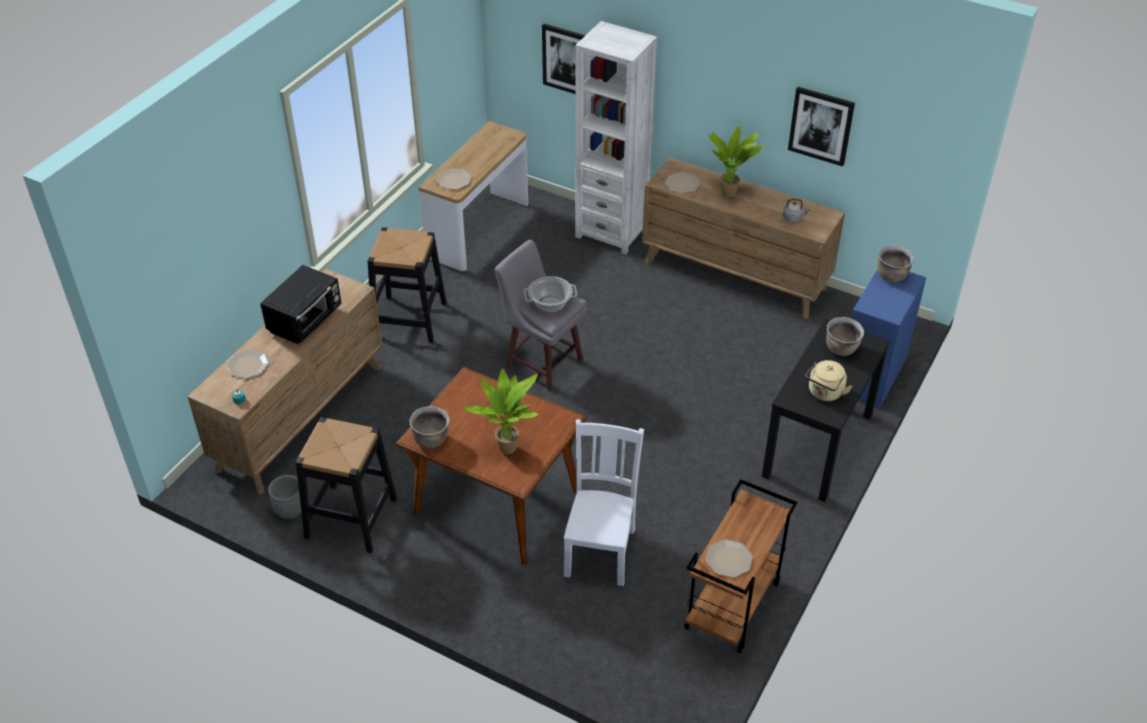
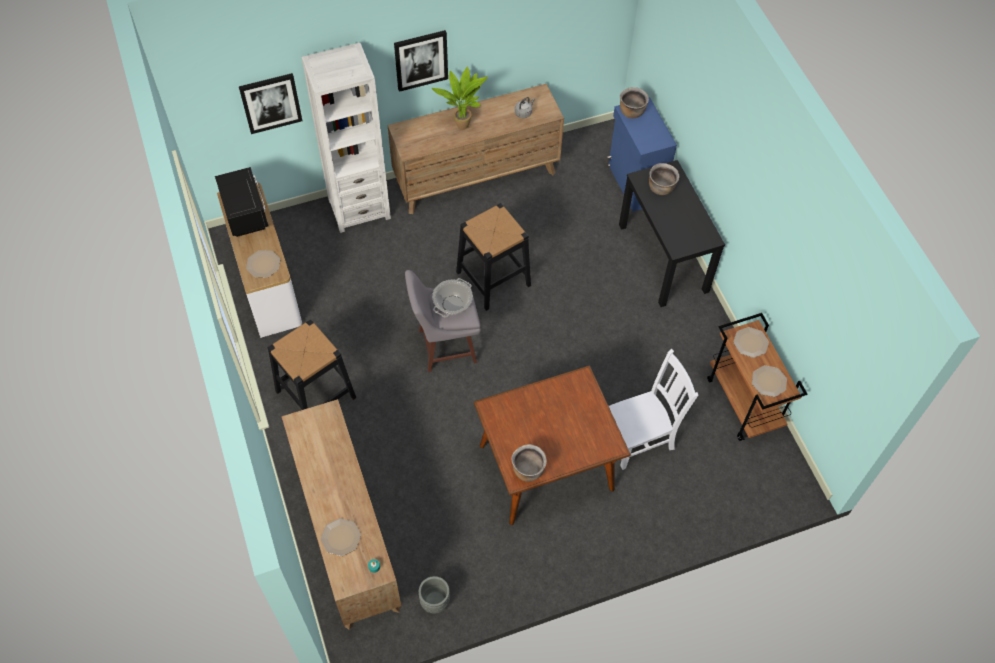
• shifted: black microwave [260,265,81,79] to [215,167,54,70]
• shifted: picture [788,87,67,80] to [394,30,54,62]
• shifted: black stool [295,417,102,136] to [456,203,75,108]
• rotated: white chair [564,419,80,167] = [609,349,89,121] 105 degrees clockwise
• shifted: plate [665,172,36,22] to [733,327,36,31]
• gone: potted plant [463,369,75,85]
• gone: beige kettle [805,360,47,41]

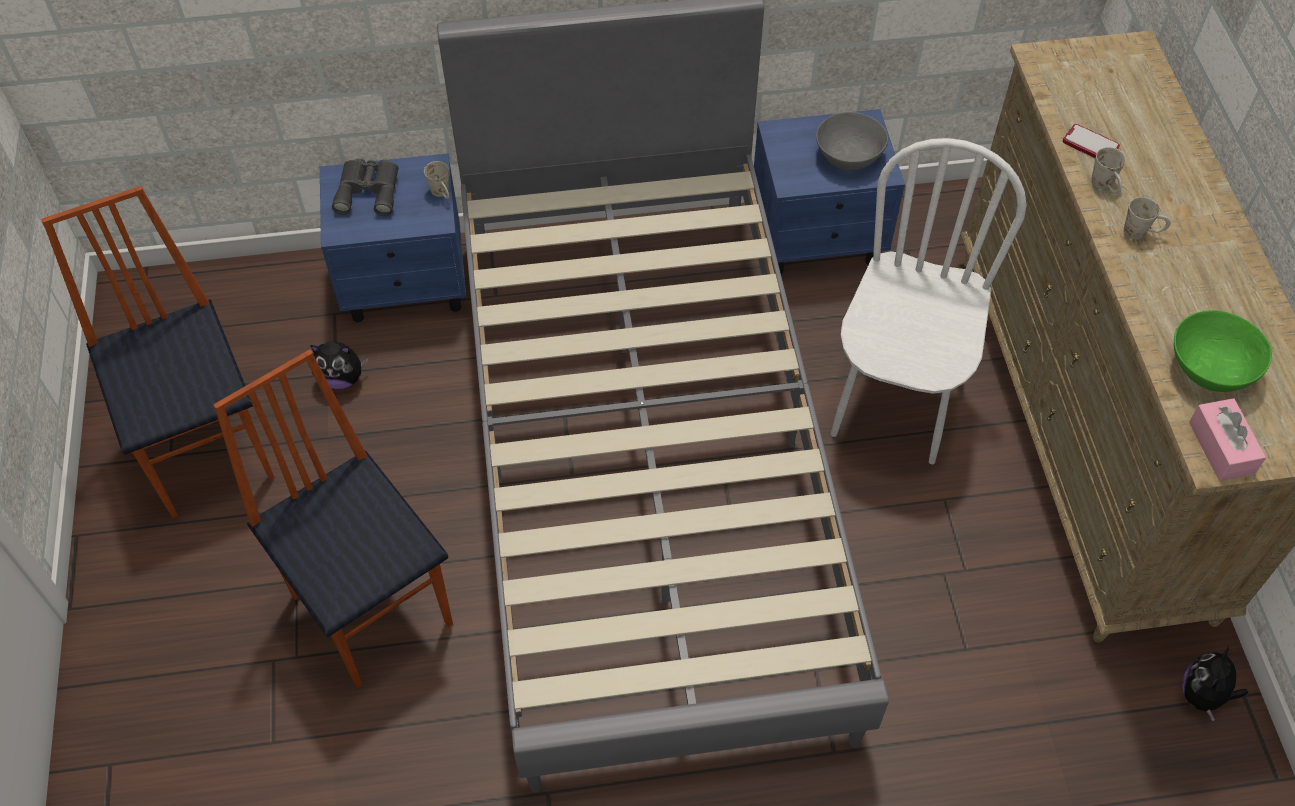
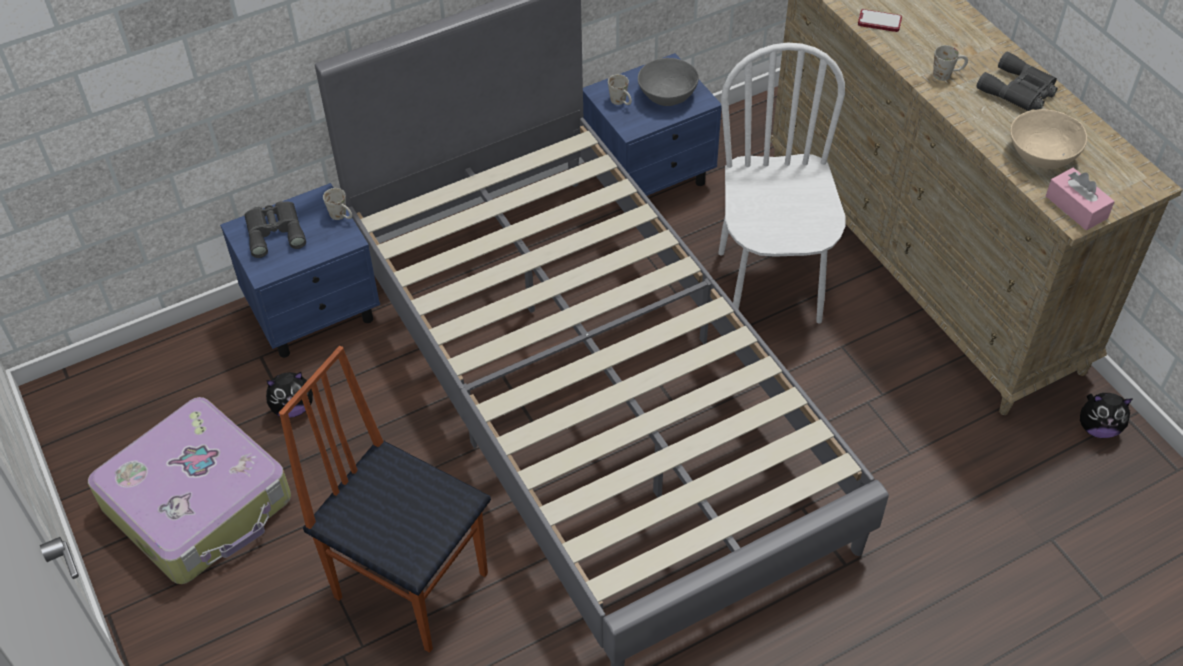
• swapped: chair [41,186,234,332] to suitcase [88,397,203,187]
• shifted: white mug [1091,147,35,47] to [608,74,24,31]
• new: grey binoculars [976,52,82,59]
• repainted: green bowl [1174,310,98,82] to beige bowl [1010,109,77,60]
• rotated: plush toy [1182,647,66,74] = [1080,393,52,45] 90 degrees counterclockwise

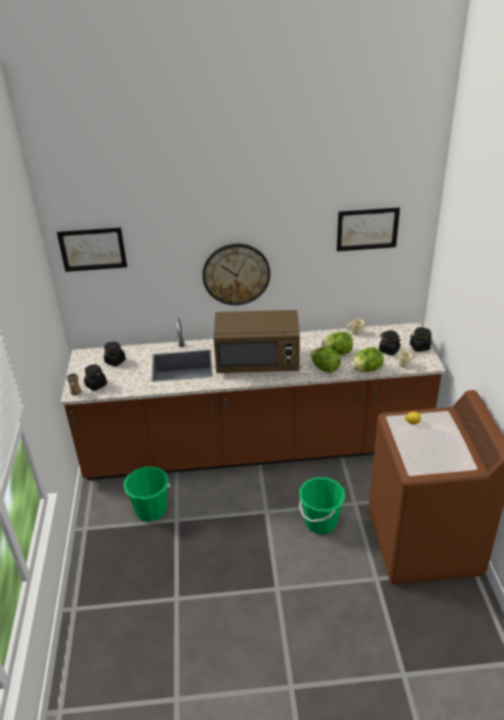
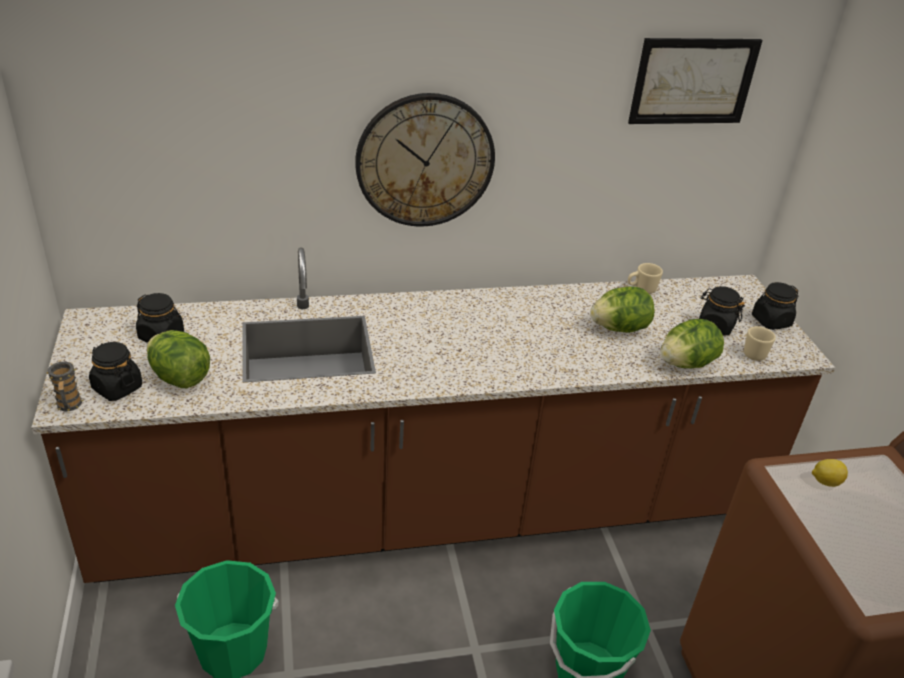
• shifted: lettuce [311,347,30,26] to [147,330,63,58]
• gone: picture [57,227,70,45]
• gone: brown microwave [213,310,87,63]

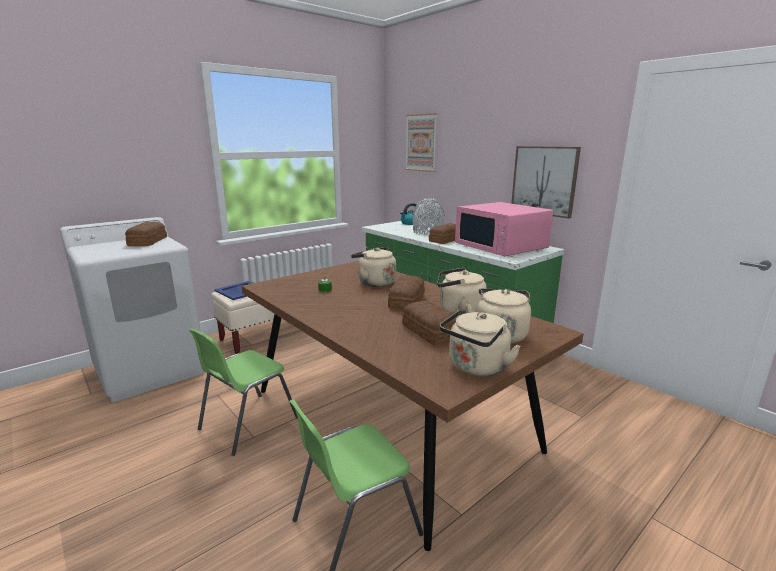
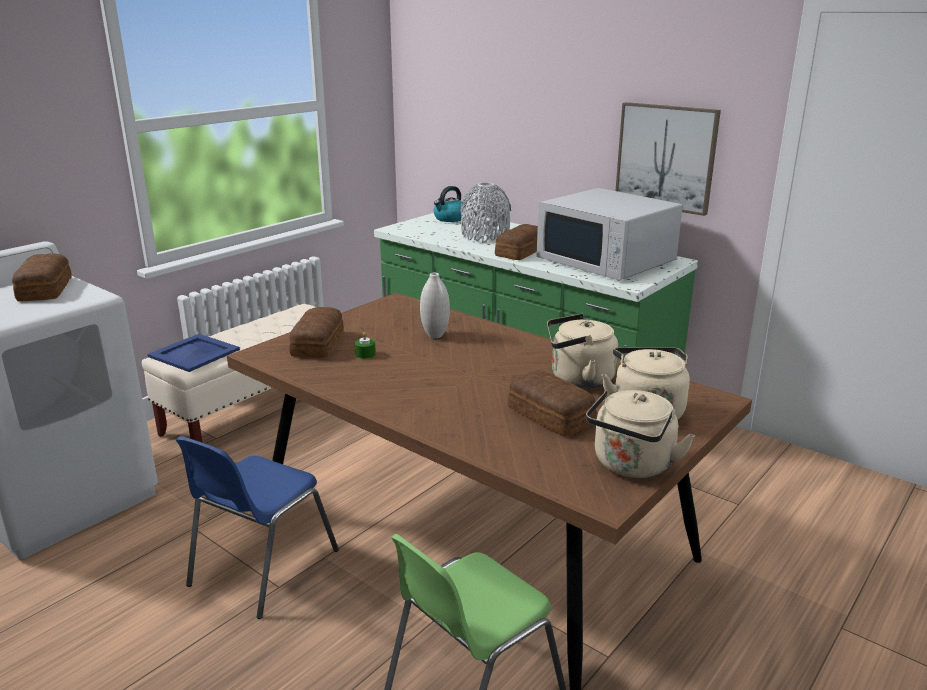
• repainted: green chair [189,328,109,128] to blue chair [176,436,163,183]
• shifted: bread [388,276,37,34] to [289,307,55,51]
• swapped: beige kettle [351,247,45,40] to white vase [420,273,30,65]
• repainted: pink microwave [455,202,98,54] to white microwave [537,188,146,93]
• gone: picture [405,113,32,59]

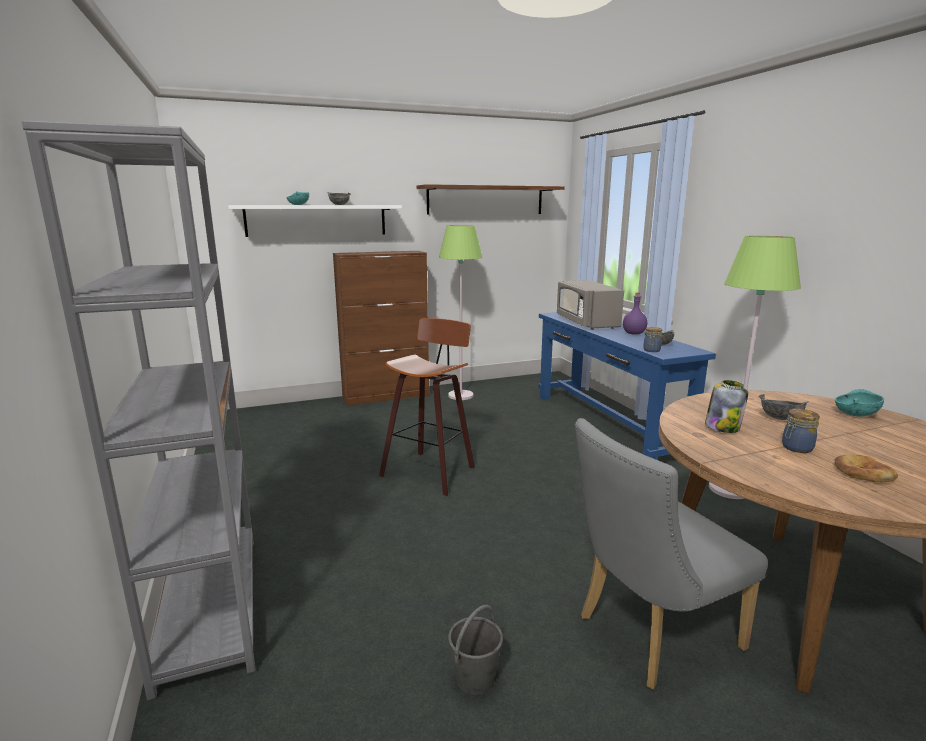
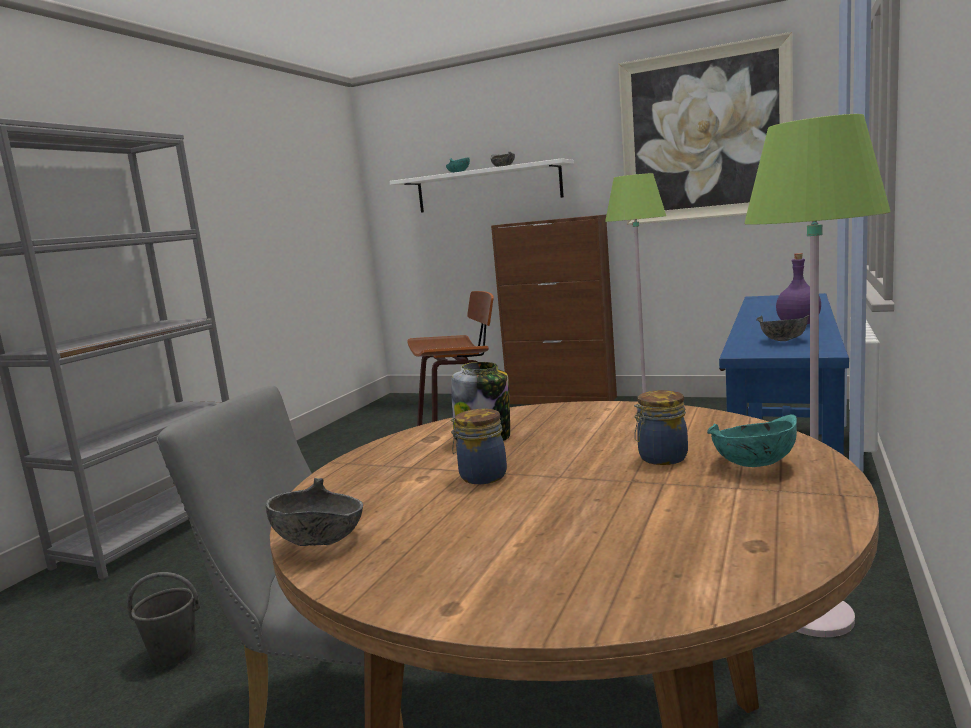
• shifted: grey bowl [758,394,50,26] to [266,478,97,68]
• swapped: brown shelf [416,184,149,31] to picture [618,32,175,193]
• shifted: jar [643,327,19,25] to [634,390,54,75]
• gone: grey microwave [557,280,67,50]
• gone: bread [835,455,63,27]

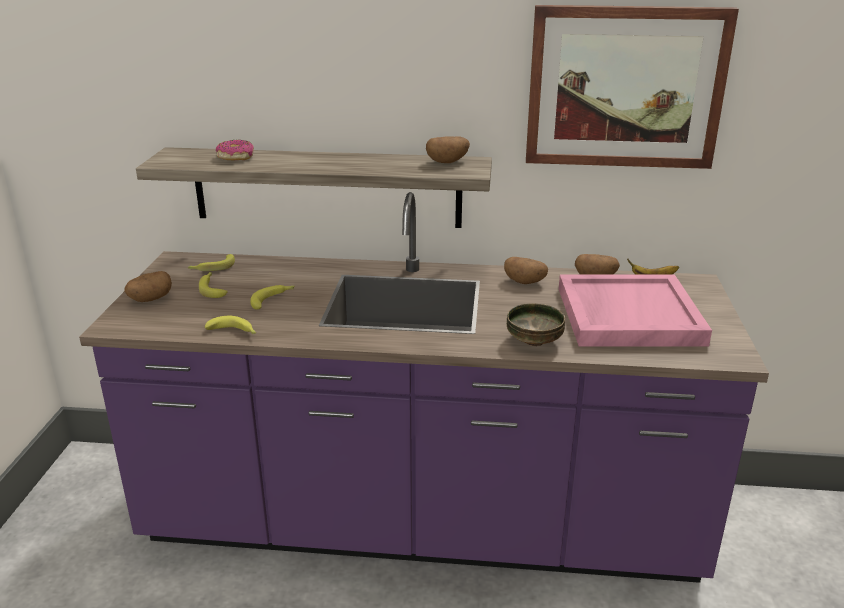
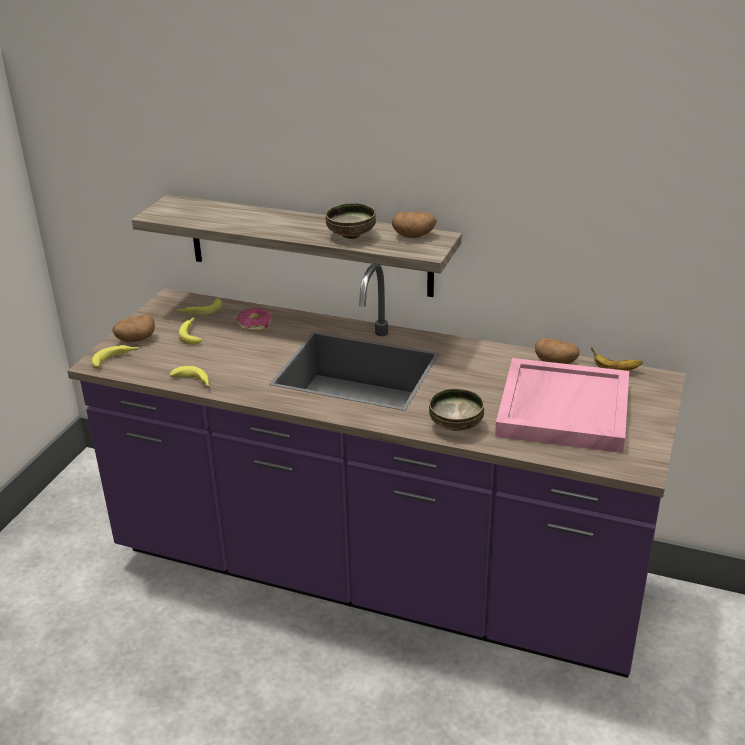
• shifted: banana [250,285,45,25] to [92,345,47,23]
• shifted: donut [216,140,38,20] to [237,308,34,23]
• new: bowl [326,203,50,36]
• gone: potato [504,257,44,27]
• gone: picture [526,5,213,164]

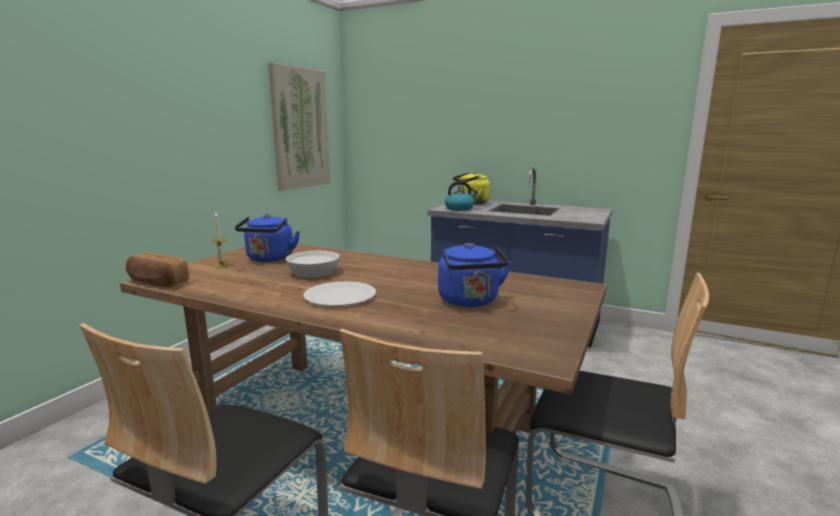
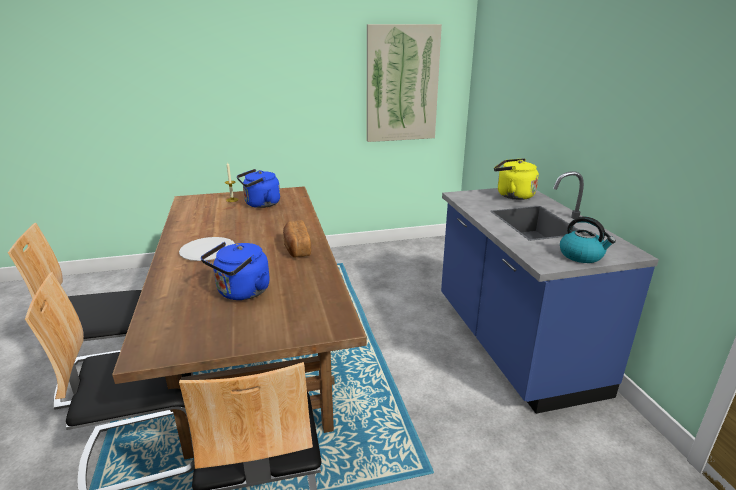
• shifted: bread [126,252,63,35] to [283,220,28,37]
• shifted: kettle [445,181,33,30] to [560,217,56,46]
• gone: white bowl [286,251,54,27]

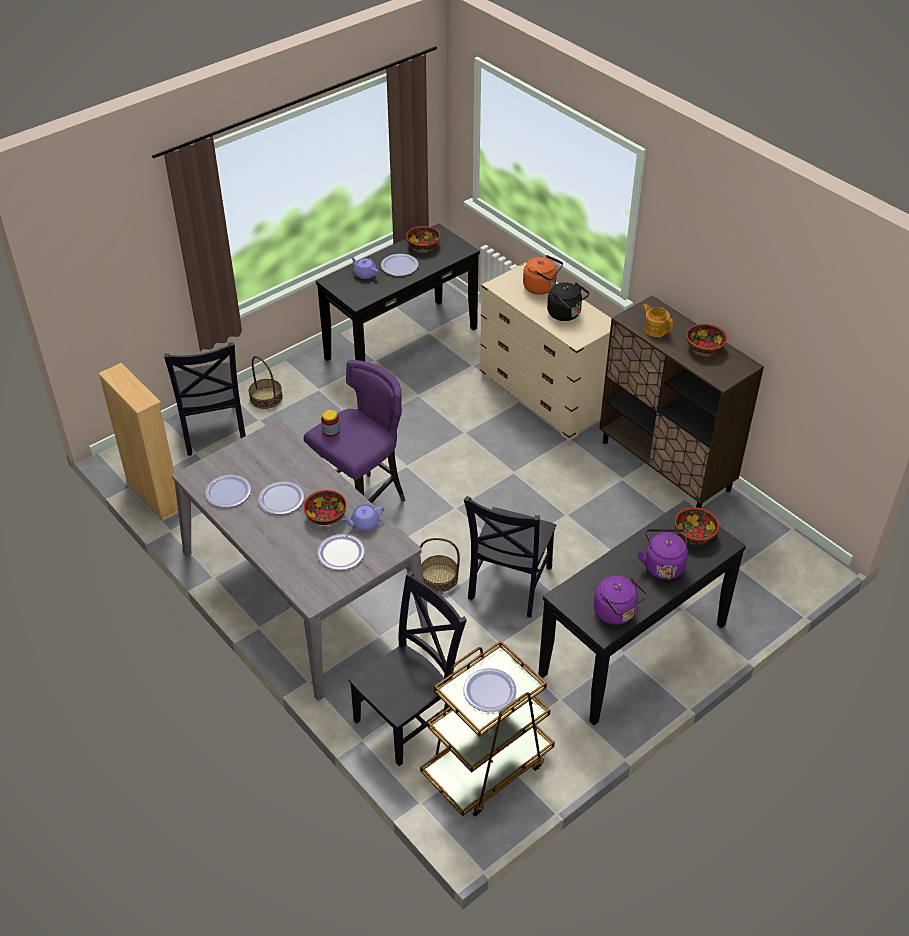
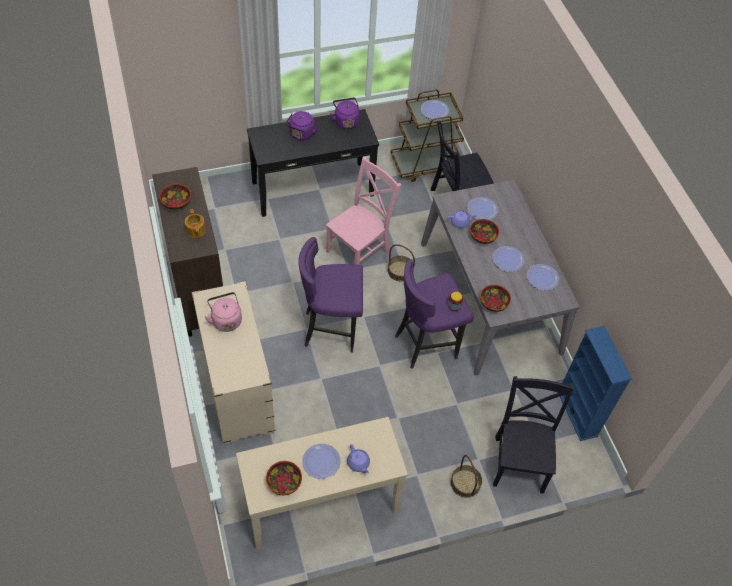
• repainted: black kettle [547,282,42,39] to pink kettle [205,292,37,40]
• repainted: black console table [316,223,164,138] to beige console table [236,417,172,133]
• new: purple stool [298,237,65,115]
• repainted: black chair [464,496,92,121] to pink chair [326,157,75,108]
• shifted: bowl [675,508,44,36] to [480,285,31,27]
• repainted: beige bookcase [98,363,80,158] to blue bookcase [560,326,72,115]
• gone: orange kettle [523,255,40,40]

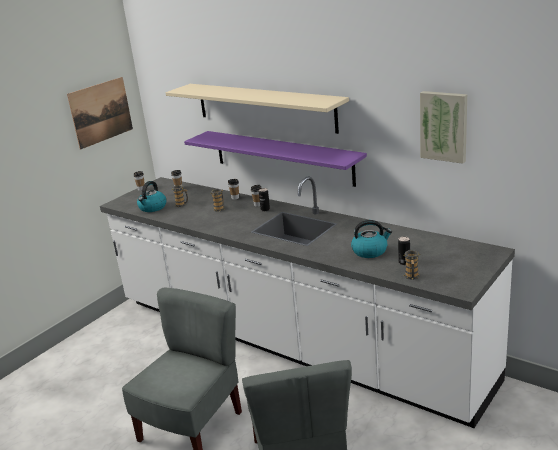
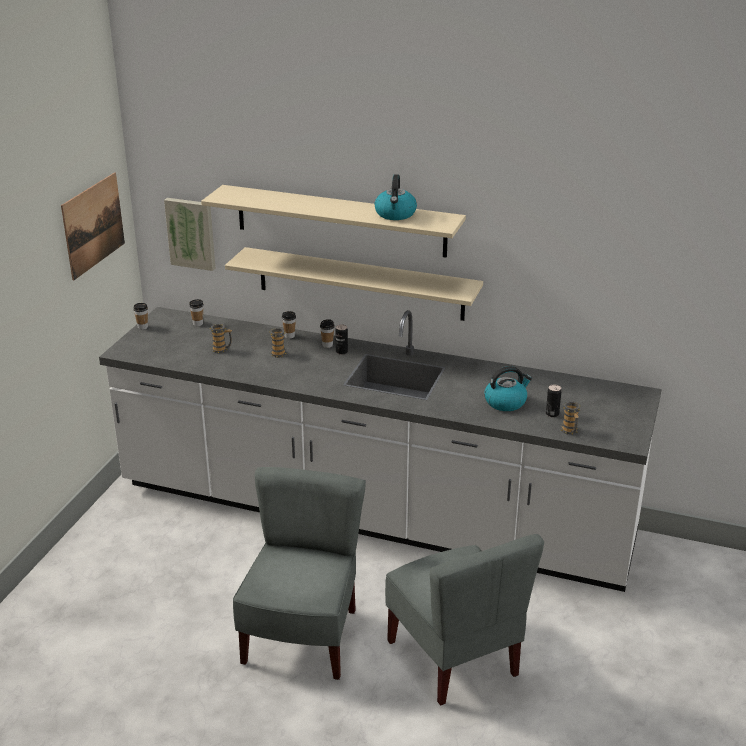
• shifted: picture [420,91,47,73] to [164,198,51,73]
• repainted: purple shelf [184,131,183,56] to beige shelf [225,247,258,74]
• shifted: kettle [137,181,30,31] to [375,174,42,46]

